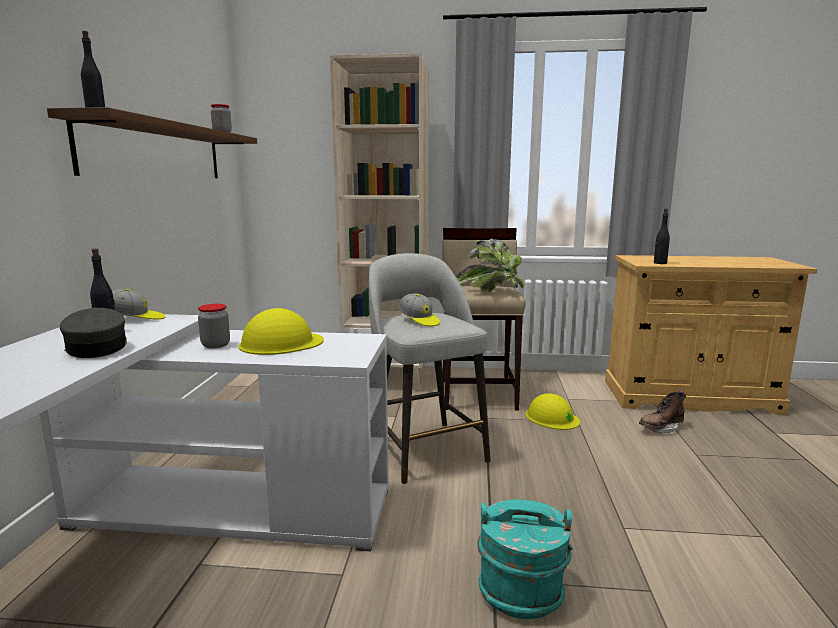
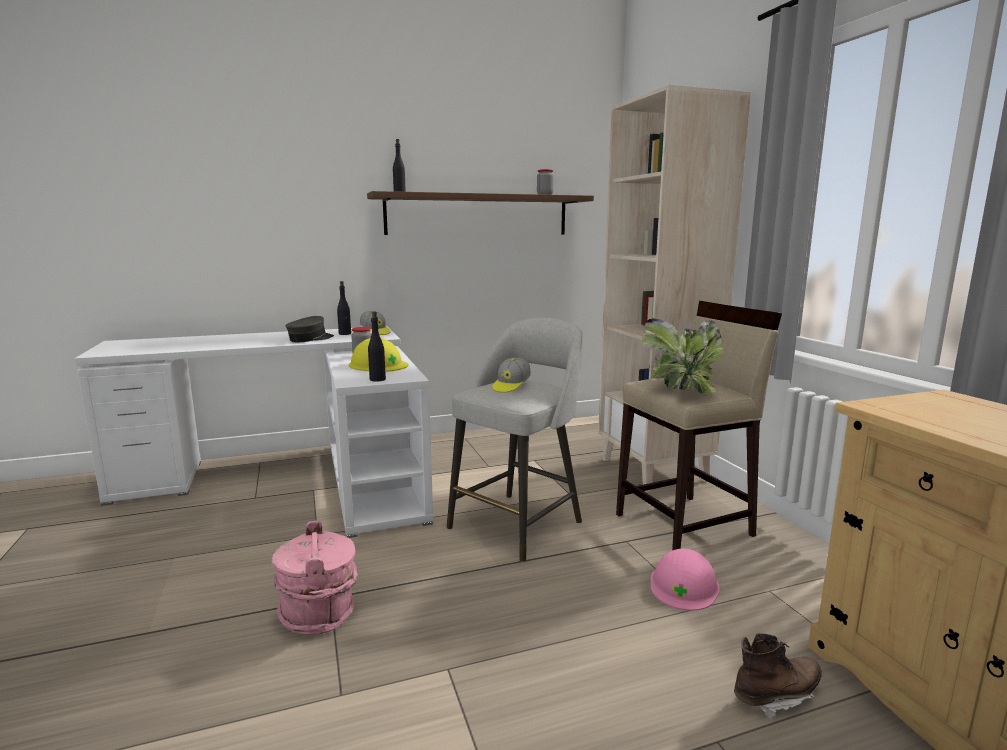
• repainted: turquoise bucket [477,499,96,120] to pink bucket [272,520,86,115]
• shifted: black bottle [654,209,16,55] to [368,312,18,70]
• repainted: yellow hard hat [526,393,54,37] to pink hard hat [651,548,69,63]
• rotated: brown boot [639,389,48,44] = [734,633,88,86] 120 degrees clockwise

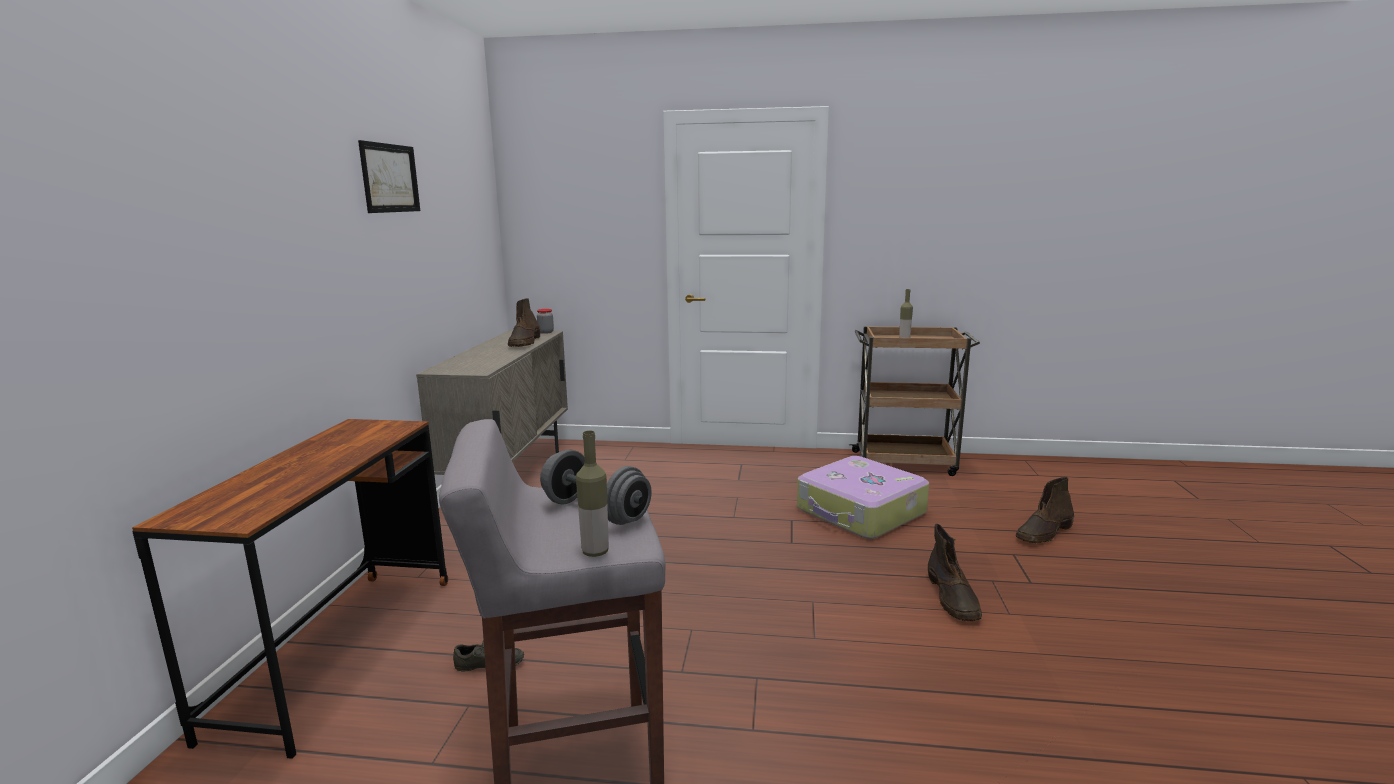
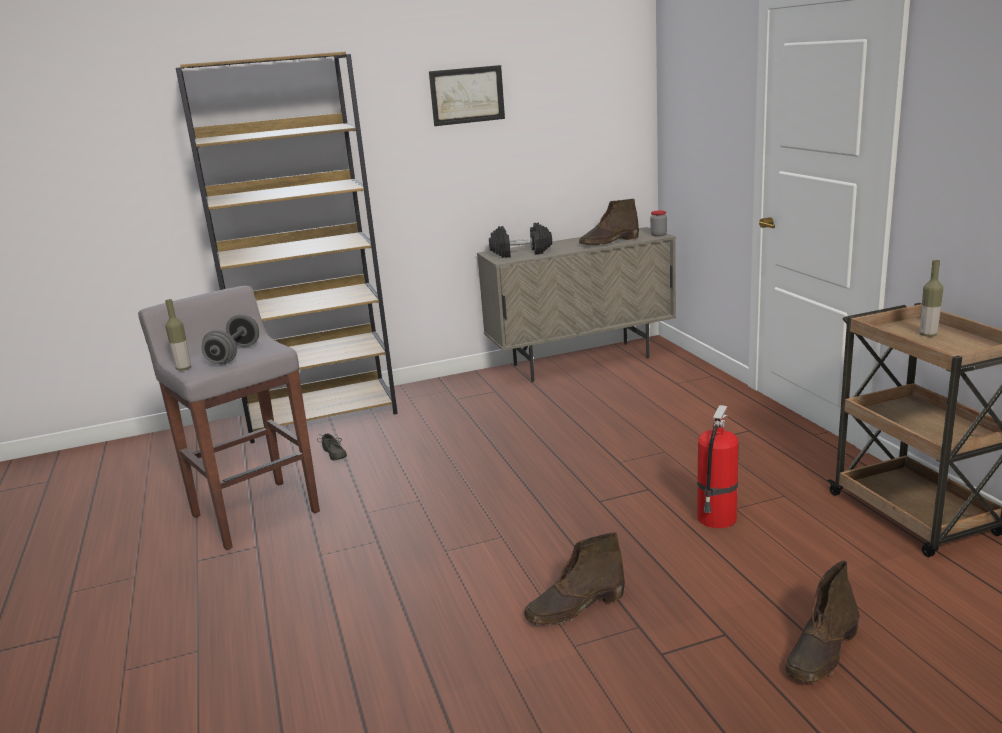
• swapped: brown desk [132,419,316,340] to brown bookcase [176,52,222,391]
• new: black dumbbell [489,223,63,35]
• swapped: suitcase [797,456,132,83] to fire extinguisher [697,405,42,123]
• rotated: brown boot [1016,477,58,66] = [785,560,75,123] 75 degrees counterclockwise

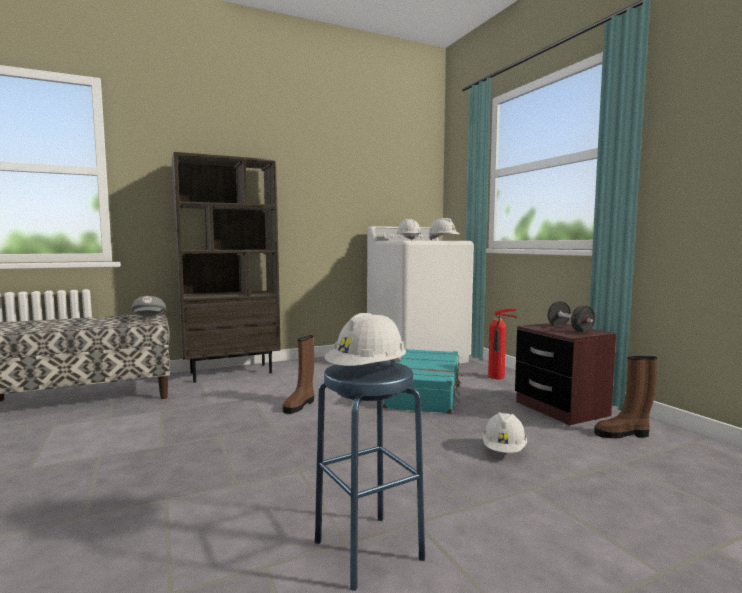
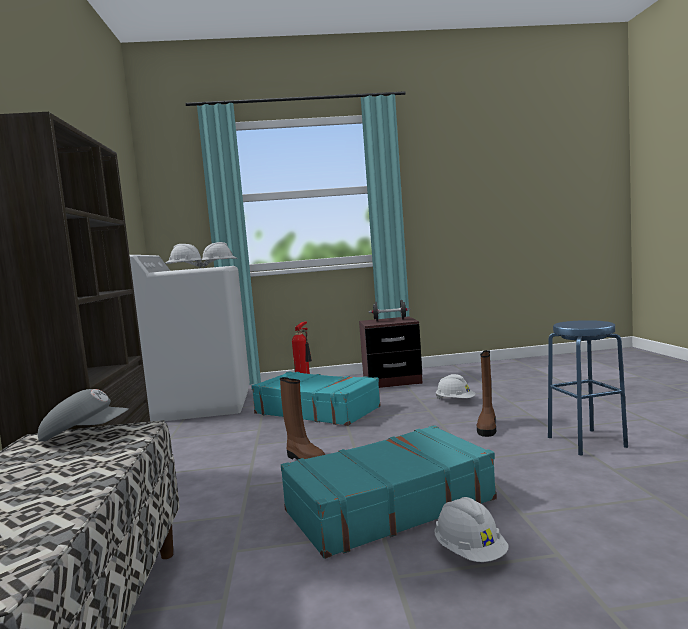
• new: turquoise suitcase [281,425,216,134]
• shifted: white hard hat [324,313,82,53] to [434,497,75,65]
• shifted: brown boot [594,356,63,82] to [477,350,19,87]

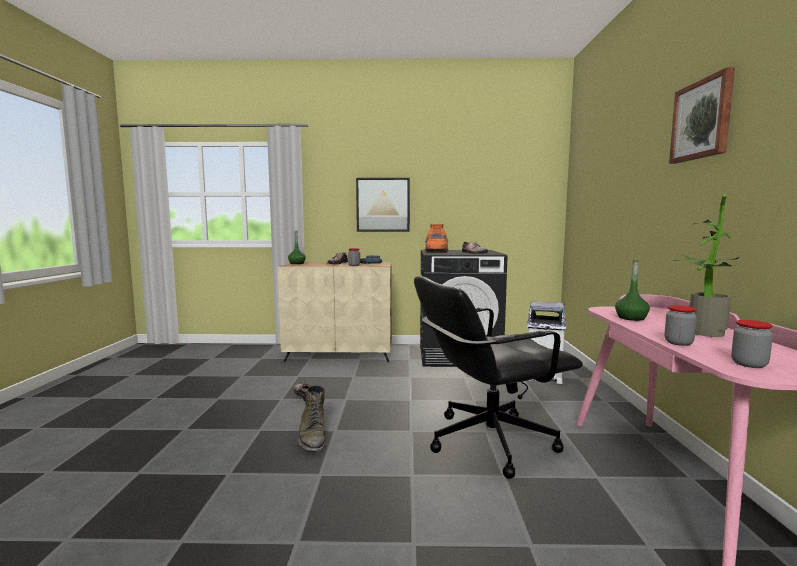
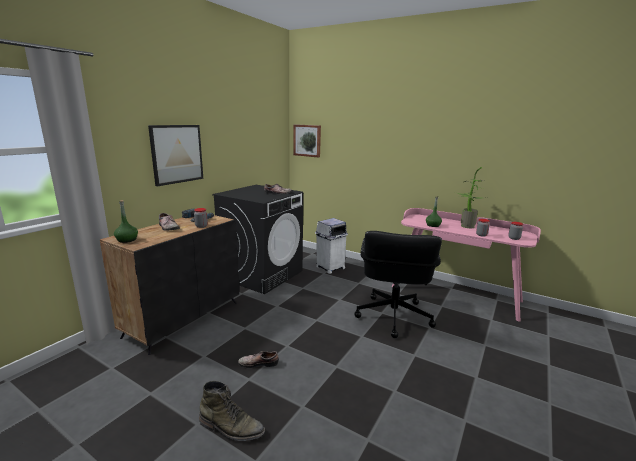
• repainted: beige cabinet [278,262,114,101] to black cabinet [100,215,140,140]
• shifted: green boot [298,385,28,66] to [199,381,66,60]
• shifted: picture [669,67,66,97] to [293,124,28,34]
• gone: orange boot [425,224,24,29]

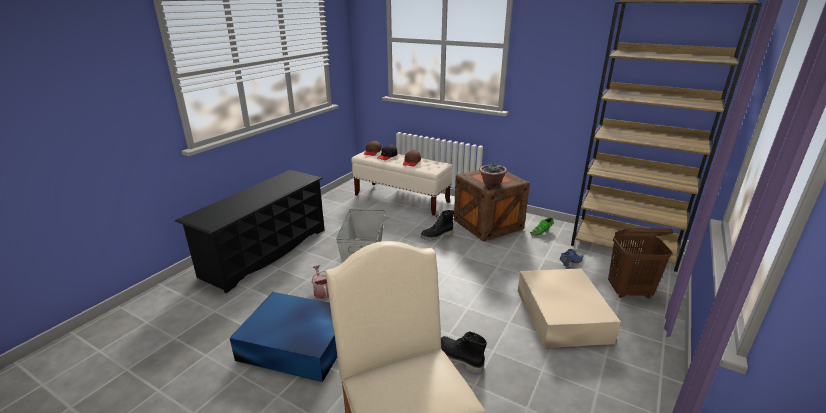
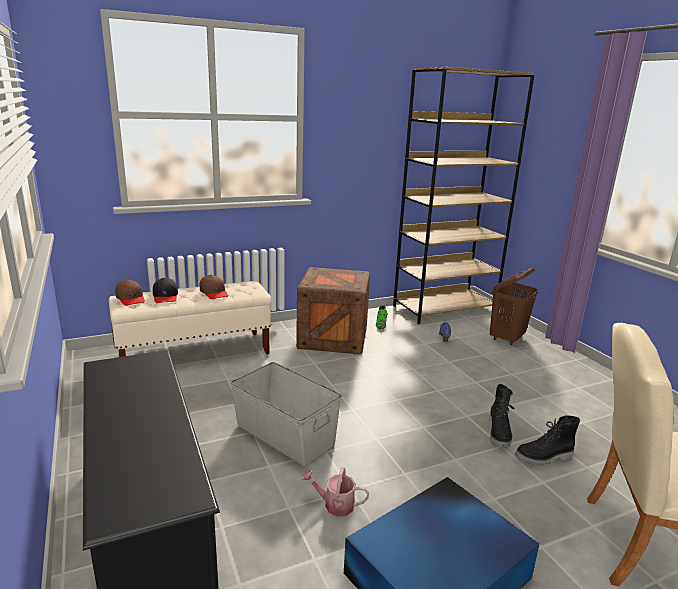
• shifted: black boot [420,210,34,30] to [489,384,25,64]
• gone: potted plant [479,163,28,25]
• gone: beige storage box [518,268,103,80]

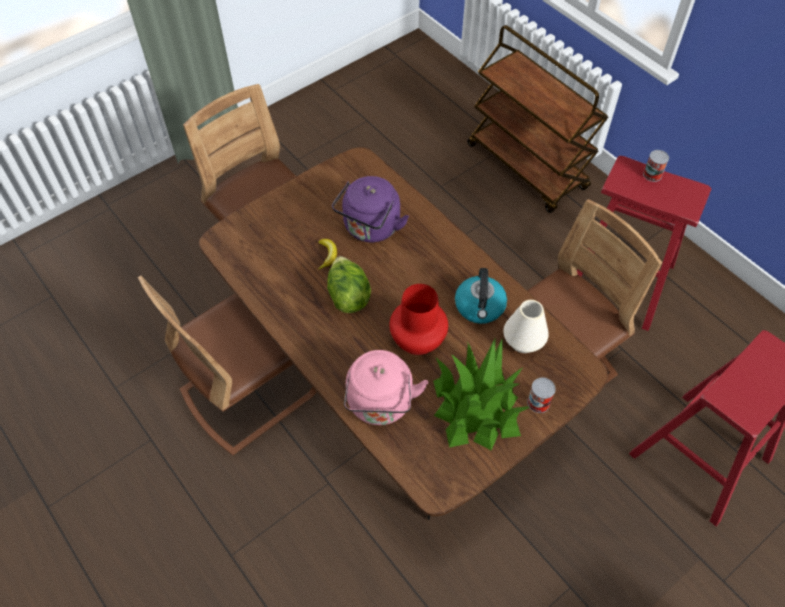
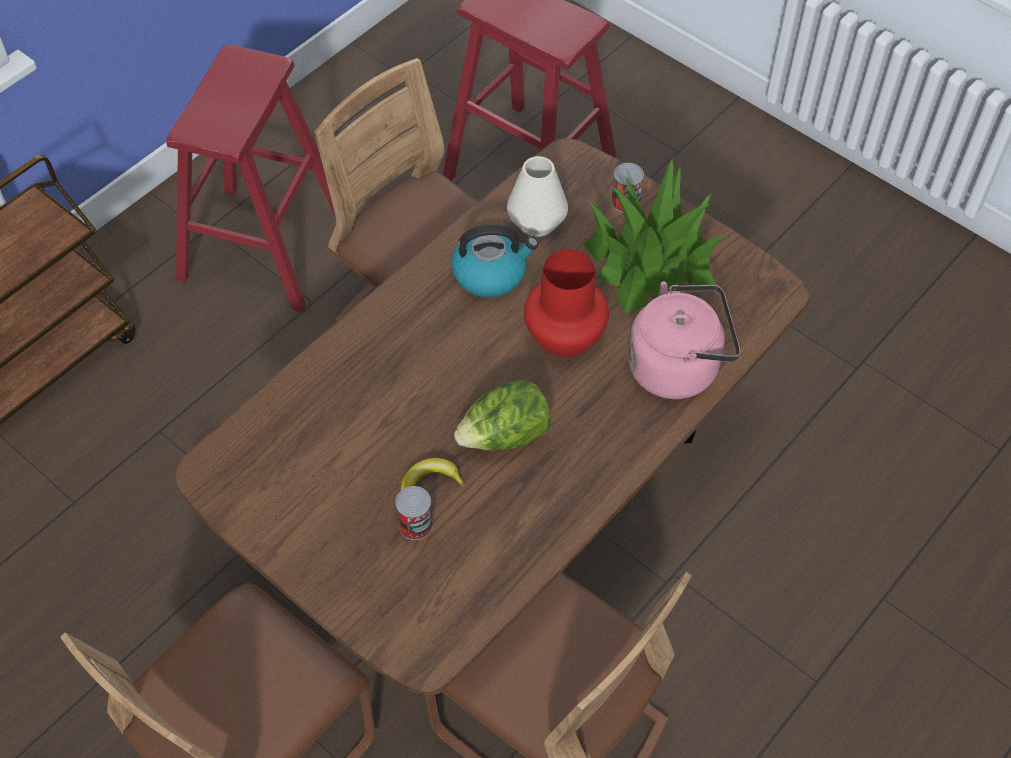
• shifted: can [643,150,26,32] to [395,486,38,54]
• gone: purple kettle [332,176,77,66]

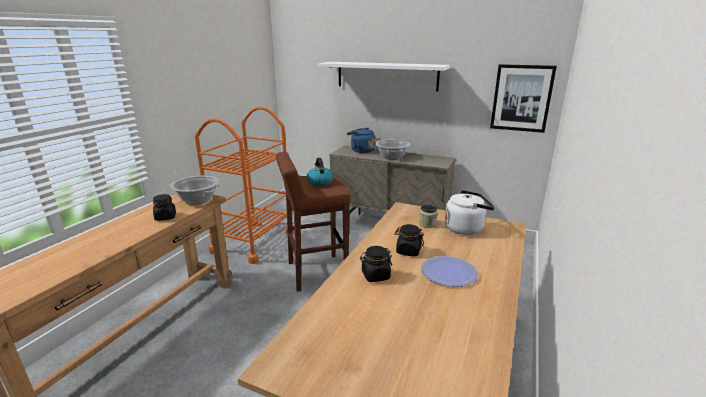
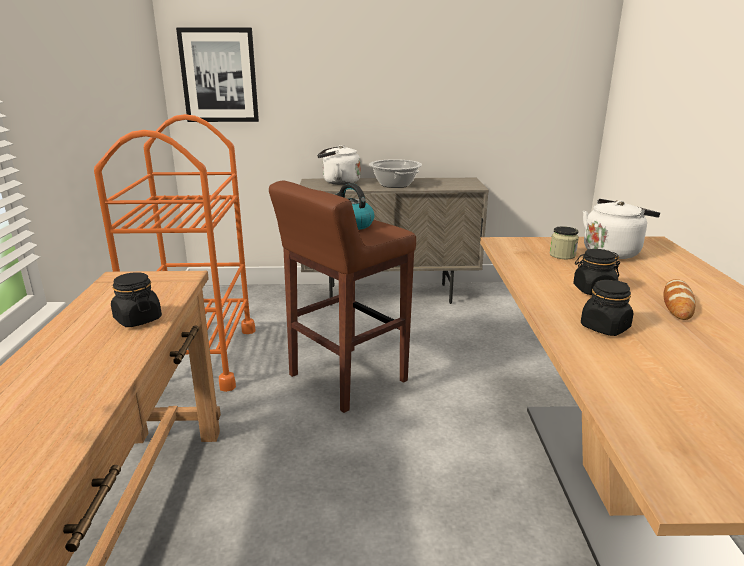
• shifted: picture [490,64,67,69] to [176,28,83,94]
• repainted: blue kettle [347,128,28,25] to white kettle [317,145,44,40]
• swapped: plate [421,256,58,31] to bread [663,279,33,41]
• gone: cooking pot [169,176,53,29]
• gone: white shelf [318,62,132,29]

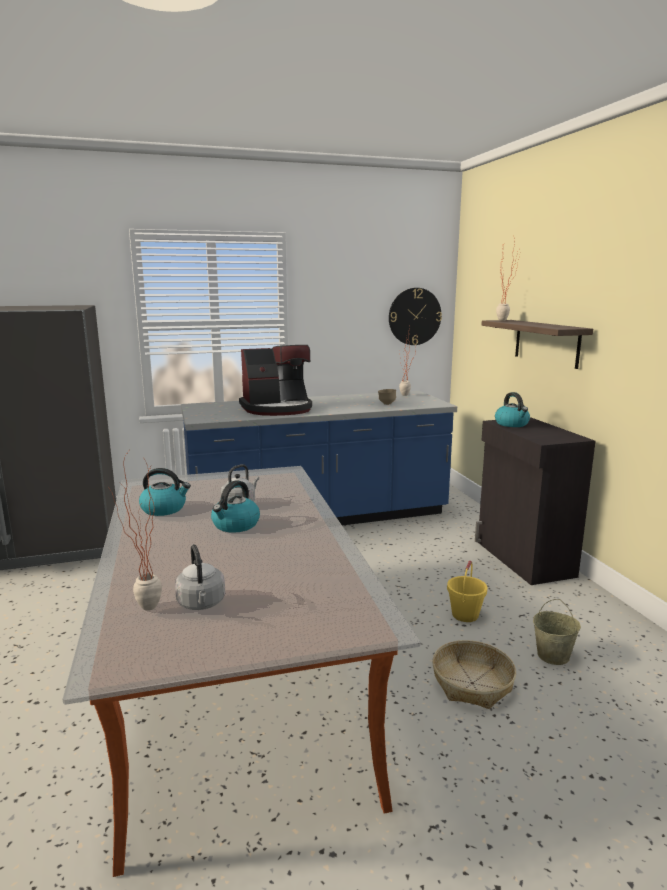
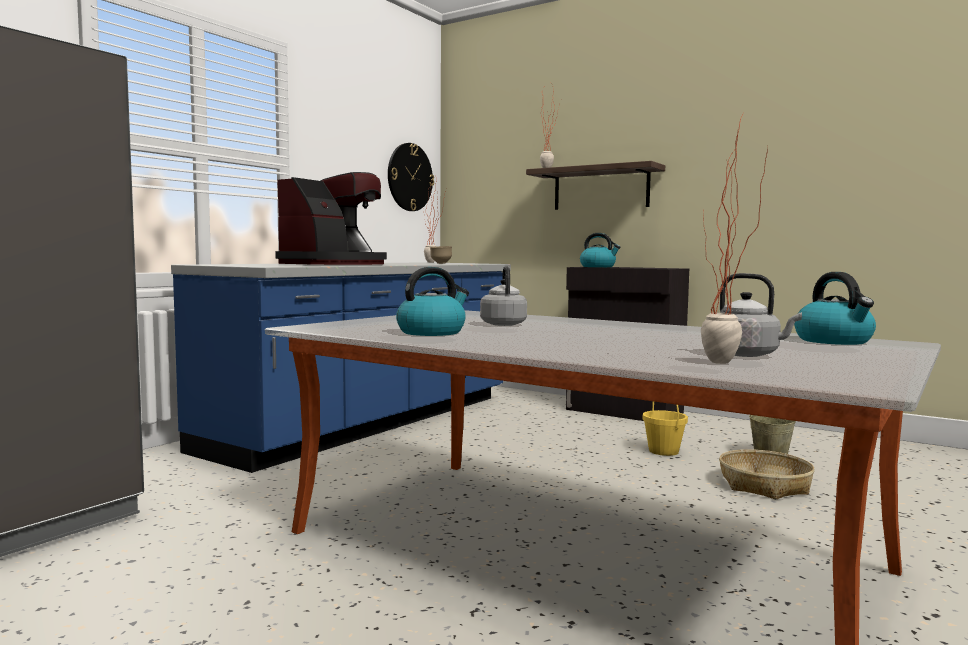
• shifted: kettle [211,480,49,53] to [794,272,82,73]

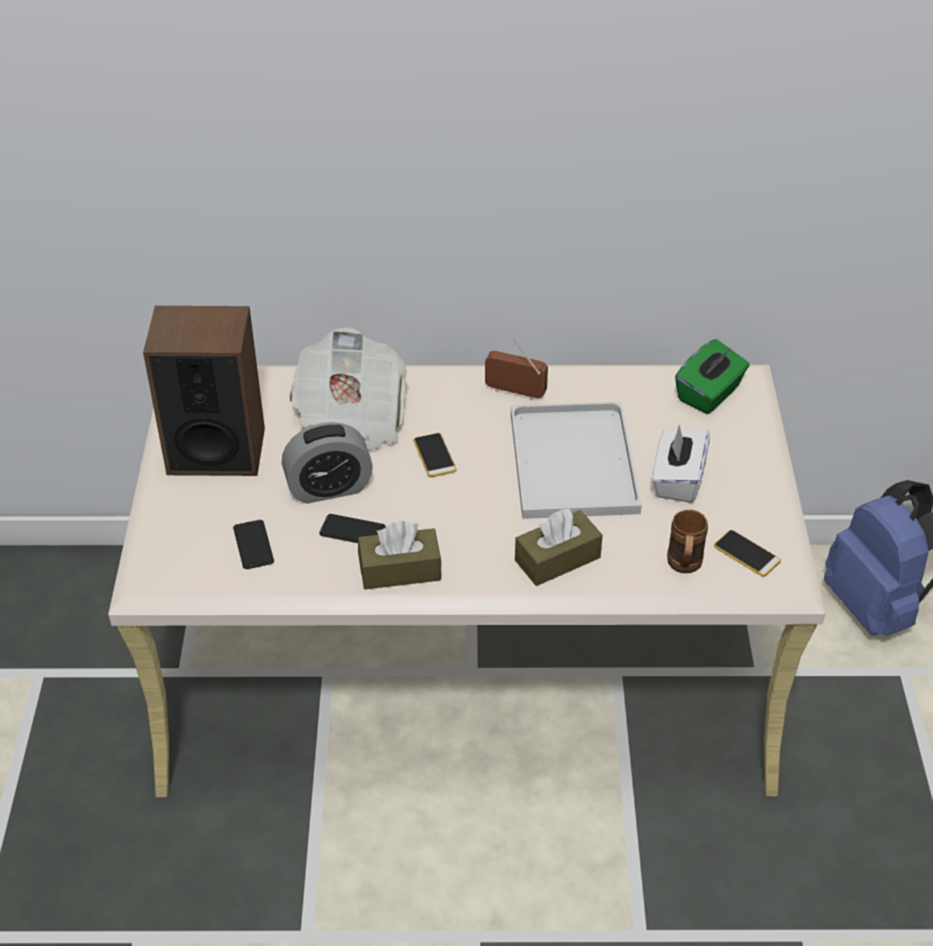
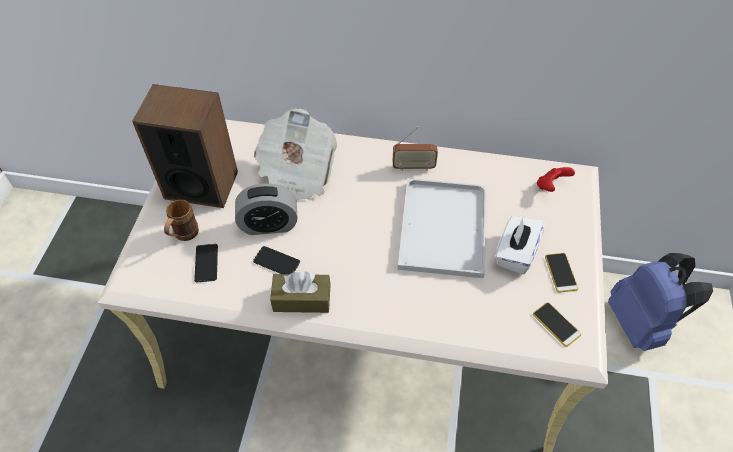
• shifted: brown mug [667,510,41,63] to [164,200,35,41]
• rotated: radio [485,338,63,62] = [393,126,45,45] 150 degrees clockwise
• swapped: green tissue box [675,339,75,75] to red game controller [537,167,38,25]
• shifted: phone [414,433,42,44] to [545,253,33,40]
• gone: brown tissue box [515,508,88,78]

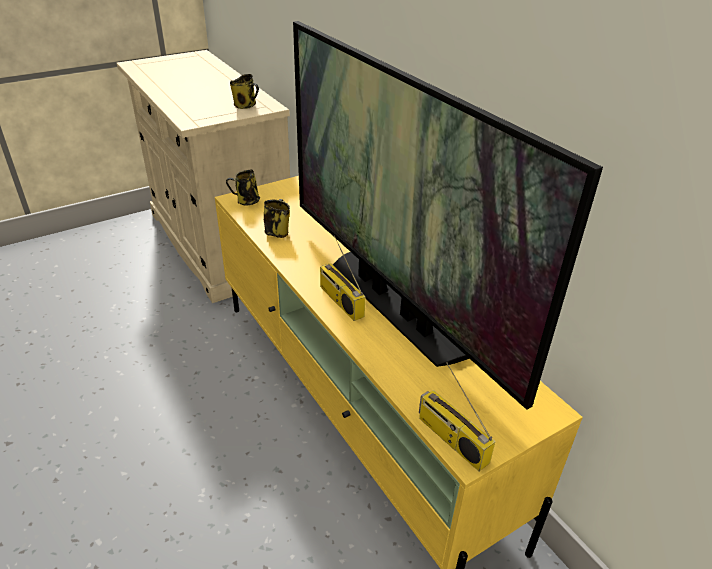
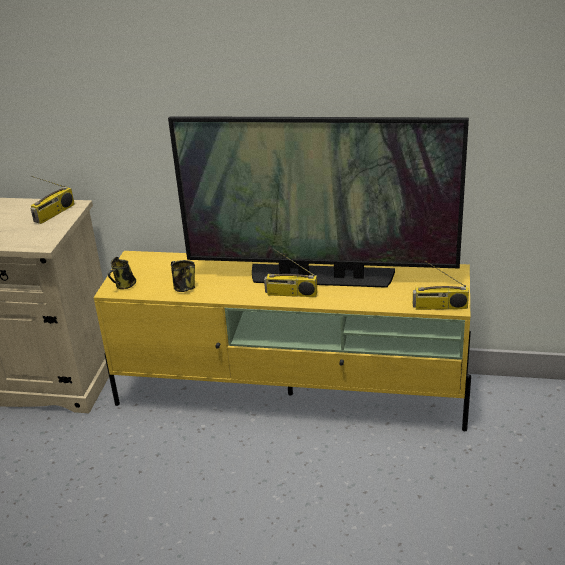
• swapped: mug [230,74,29,35] to radio [31,176,44,48]

